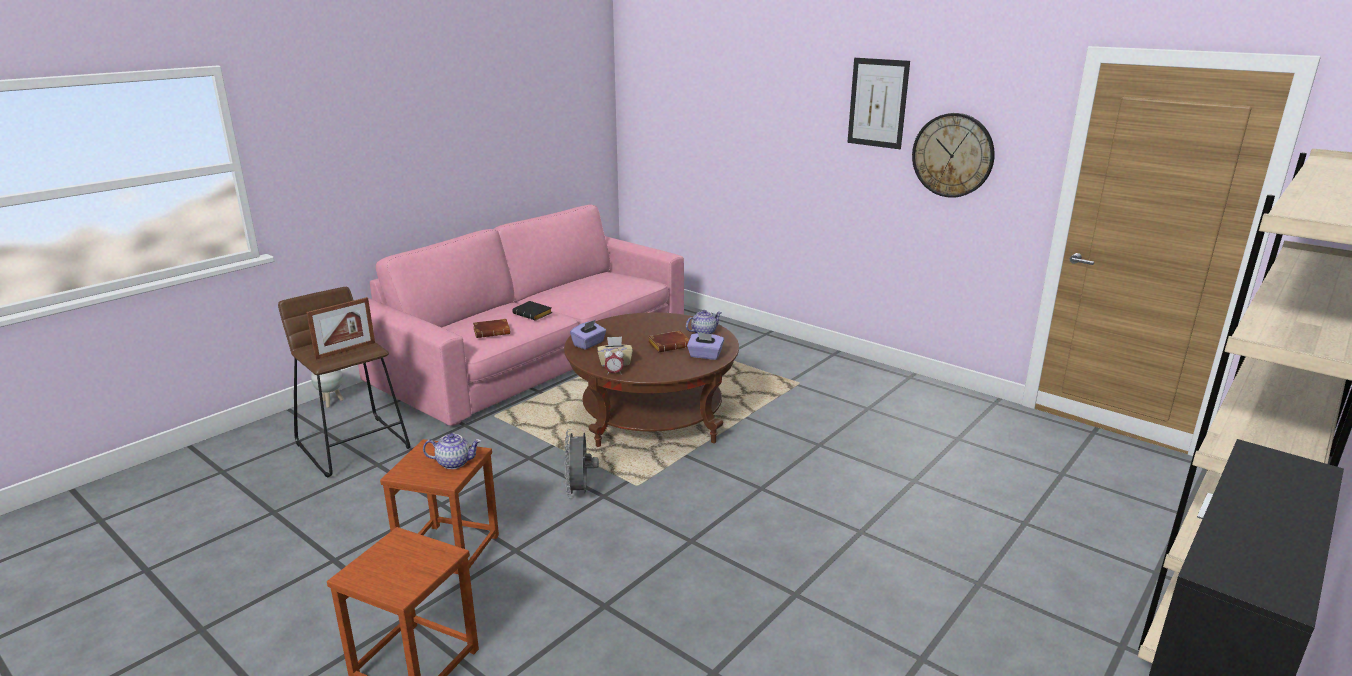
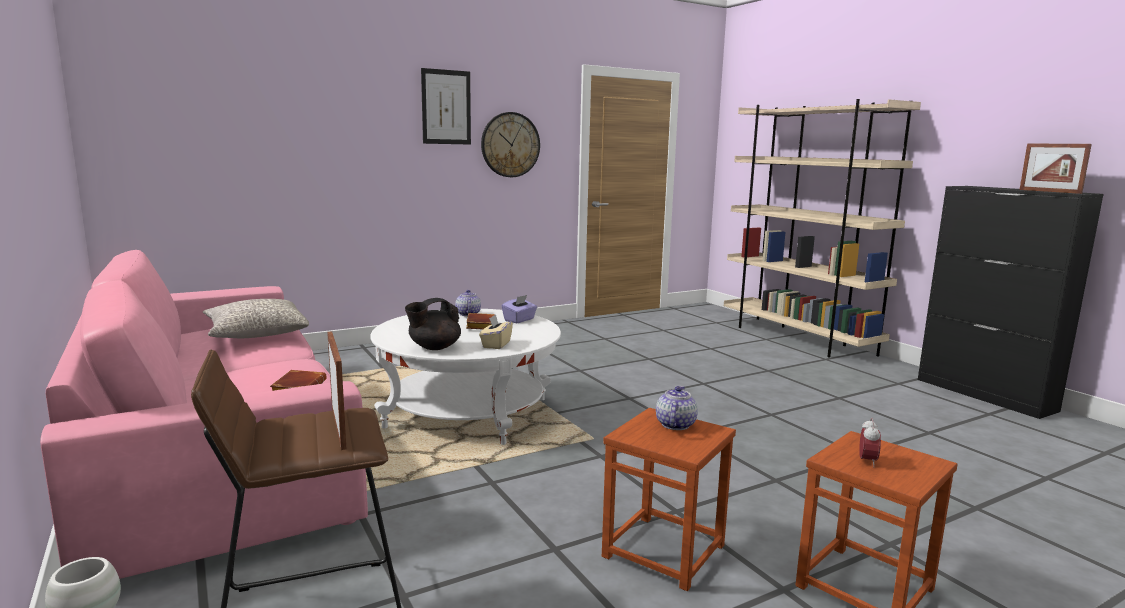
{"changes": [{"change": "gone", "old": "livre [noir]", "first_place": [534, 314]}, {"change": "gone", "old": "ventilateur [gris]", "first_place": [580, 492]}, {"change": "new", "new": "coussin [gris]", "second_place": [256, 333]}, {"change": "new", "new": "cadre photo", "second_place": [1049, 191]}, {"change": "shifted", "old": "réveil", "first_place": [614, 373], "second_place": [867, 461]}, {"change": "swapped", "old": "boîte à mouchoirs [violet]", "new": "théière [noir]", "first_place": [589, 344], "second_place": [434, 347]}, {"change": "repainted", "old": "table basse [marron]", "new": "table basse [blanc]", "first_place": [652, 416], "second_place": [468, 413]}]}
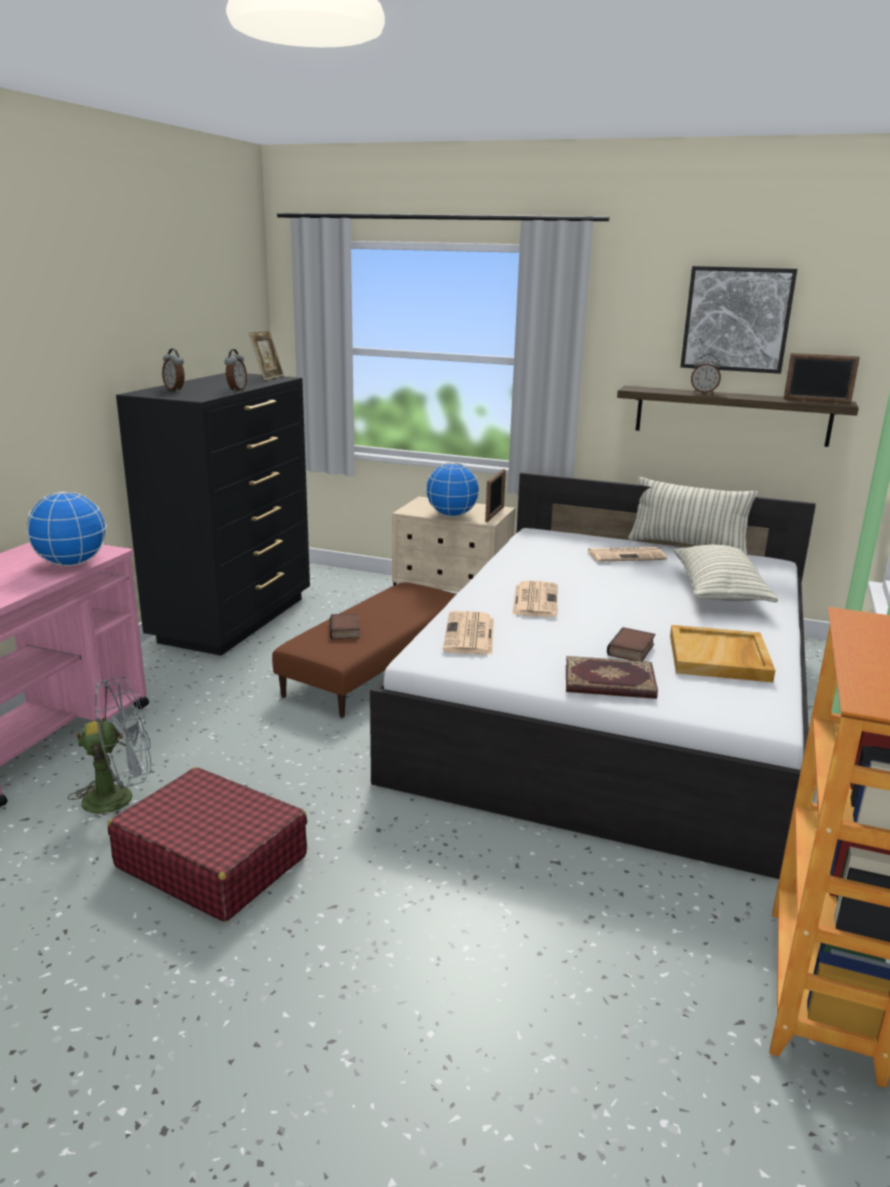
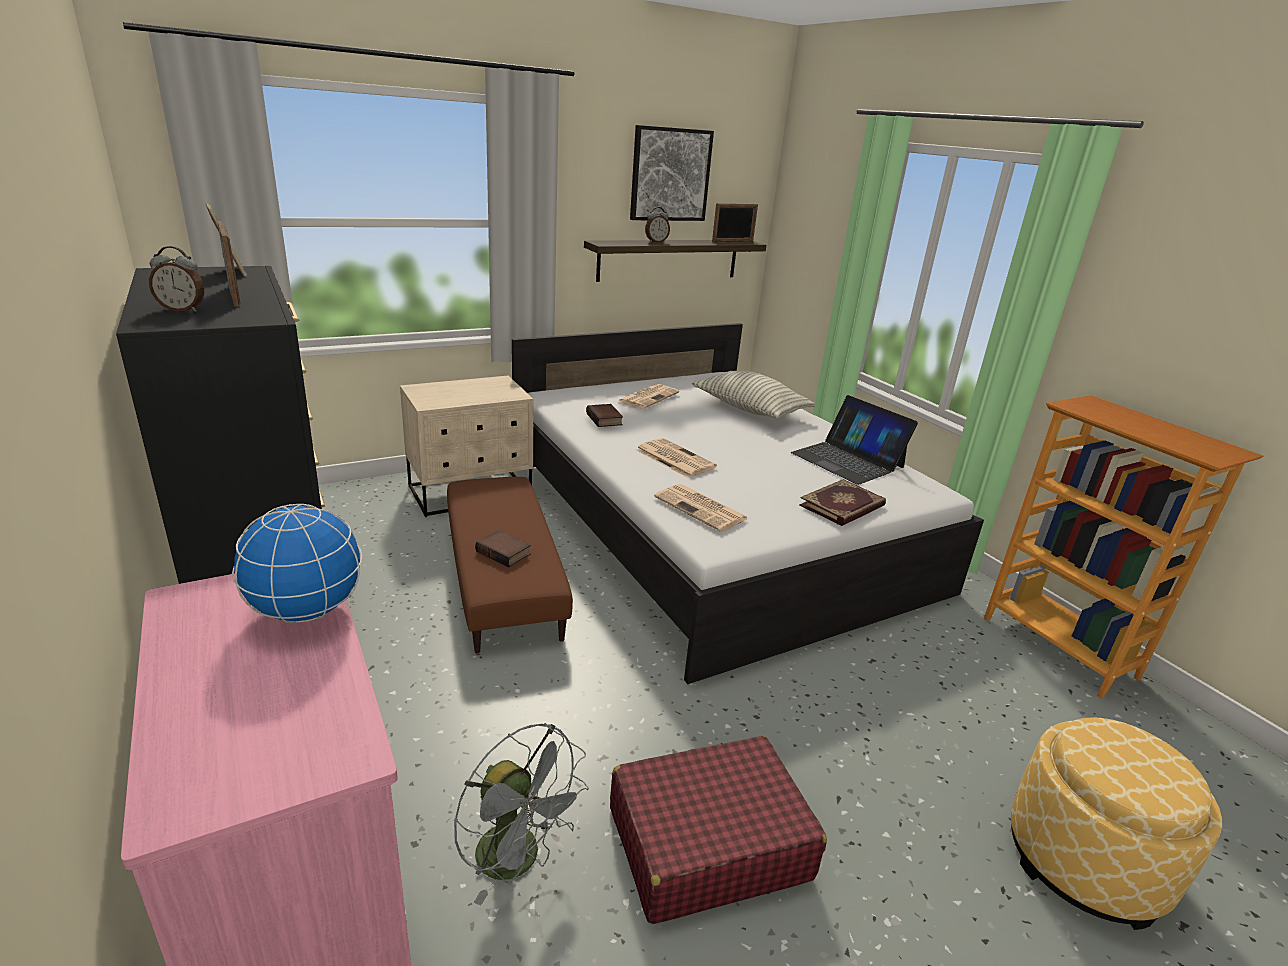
{"changes": [{"change": "gone", "old": "réveil", "first_place": [236, 390]}, {"change": "gone", "old": "globe", "first_place": [451, 515]}, {"change": "gone", "old": "coussin", "first_place": [687, 546]}, {"change": "new", "new": "pouf", "second_place": [1085, 860]}, {"change": "shifted", "old": "cadre photo", "first_place": [494, 514], "second_place": [234, 295]}, {"change": "shifted", "old": "livre", "first_place": [632, 650], "second_place": [605, 419]}, {"change": "swapped", "old": "plateau [beige]", "new": "ordinateur portable", "first_place": [719, 658], "second_place": [848, 460]}, {"change": "rotated", "old": "ventilateur [gris]", "first_place": [120, 797], "second_place": [519, 860], "degrees": 105}]}
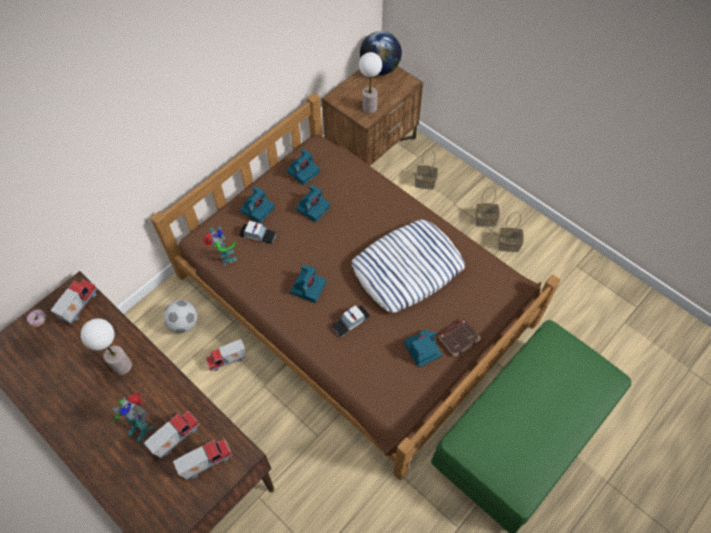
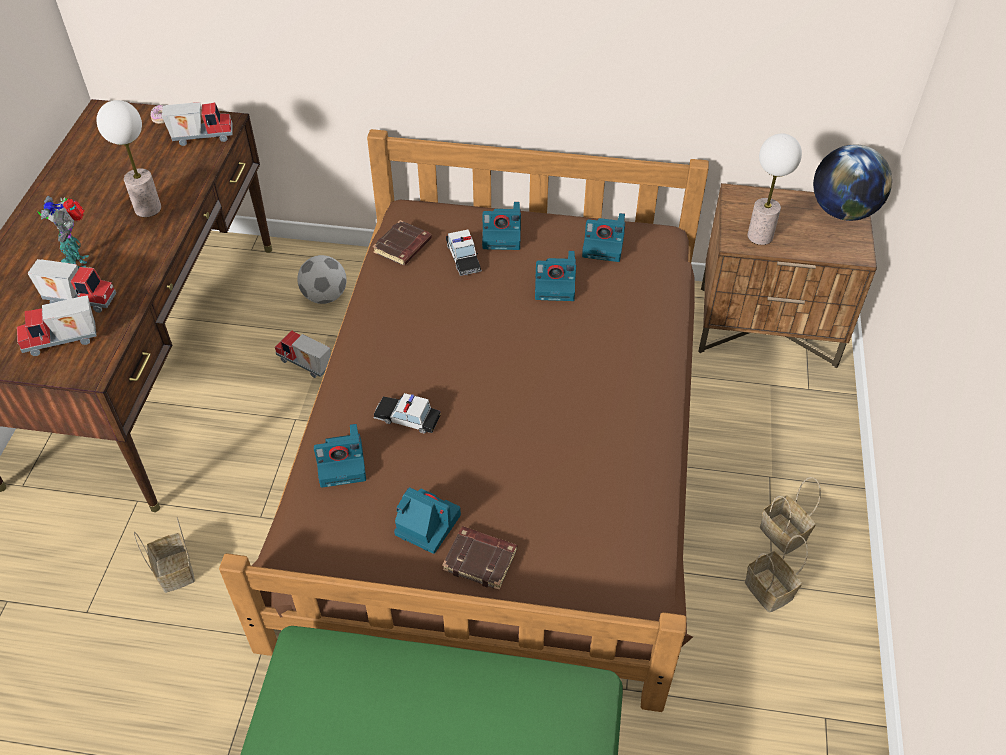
{"changes": [{"change": "gone", "old": "coussin", "first_place": [407, 269]}, {"change": "shifted", "old": "appareil photo", "first_place": [308, 287], "second_place": [343, 463]}, {"change": "shifted", "old": "panier", "first_place": [426, 182], "second_place": [176, 572]}, {"change": "swapped", "old": "robot jouet", "new": "livre [marron]", "first_place": [225, 258], "second_place": [403, 247]}, {"change": "rotated", "old": "camion jouet", "first_place": [206, 461], "second_place": [63, 342], "degrees": 135}]}
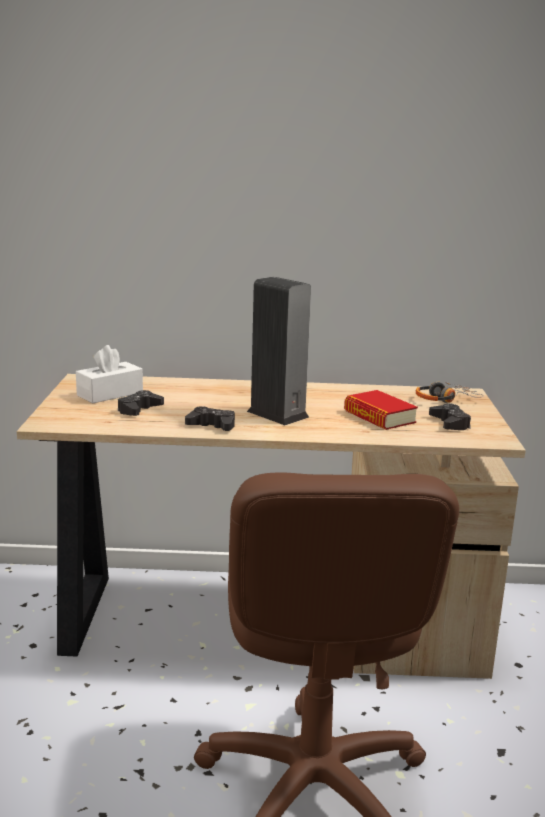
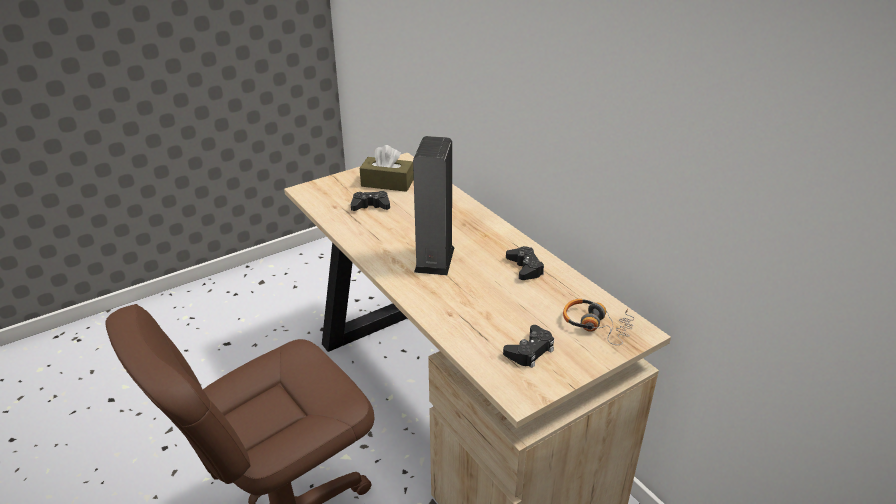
{"changes": [{"change": "gone", "old": "livre", "first_place": [379, 417]}, {"change": "shifted", "old": "manette [noir]", "first_place": [212, 425], "second_place": [525, 268]}, {"change": "repainted", "old": "boîte à mouchoirs [blanc]", "new": "boîte à mouchoirs [marron]", "first_place": [110, 394], "second_place": [387, 183]}]}
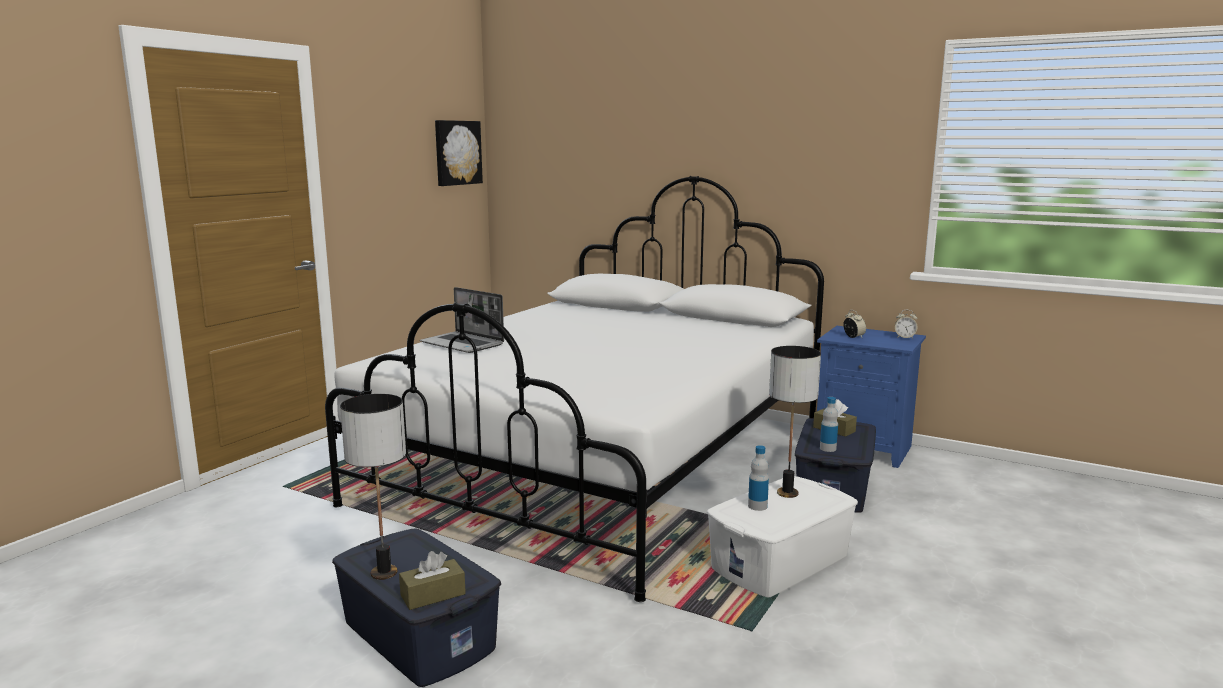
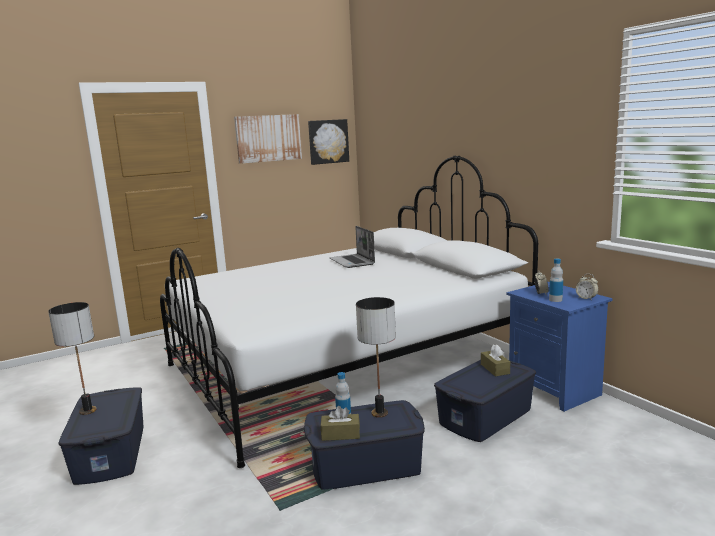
{"changes": [{"change": "new", "new": "tableau", "second_place": [268, 138]}, {"change": "shifted", "old": "boîte à mouchoirs [marron]", "first_place": [433, 595], "second_place": [340, 434]}, {"change": "shifted", "old": "ordinateur portable", "first_place": [463, 344], "second_place": [353, 262]}, {"change": "shifted", "old": "bouteille", "first_place": [828, 448], "second_place": [555, 300]}, {"change": "repainted", "old": "boîte de rangement [blanc]", "new": "boîte de rangement [bleu]", "first_place": [781, 562], "second_place": [366, 466]}]}
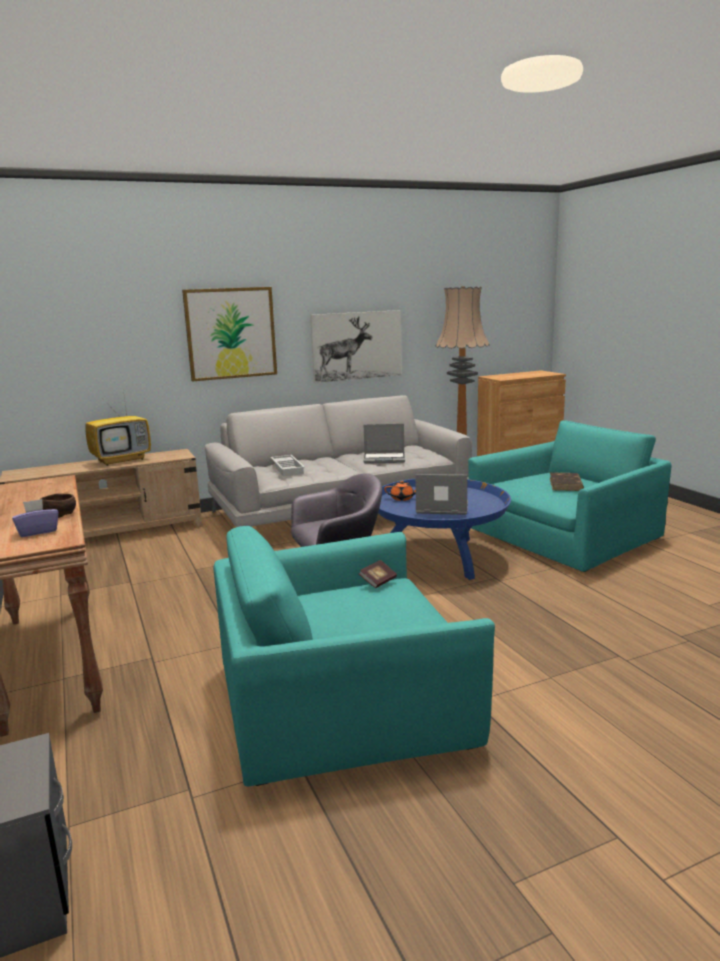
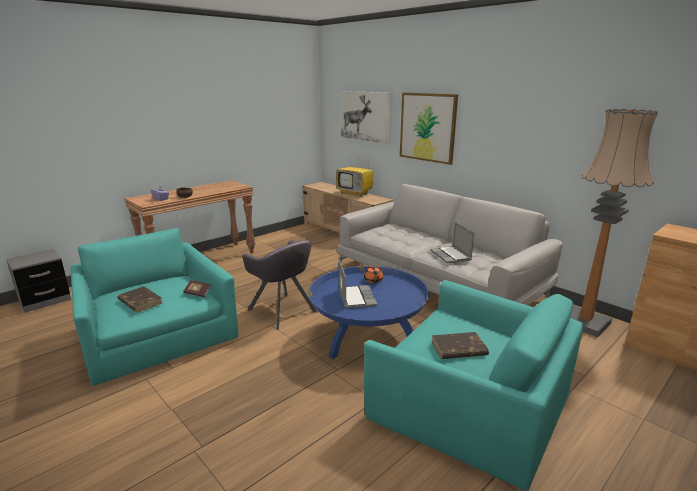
{"changes": [{"change": "gone", "old": "plateau [blanc]", "first_place": [288, 469]}, {"change": "new", "new": "livre [marron]", "second_place": [140, 301]}, {"change": "shifted", "old": "tableau", "first_place": [357, 346], "second_place": [365, 116]}]}
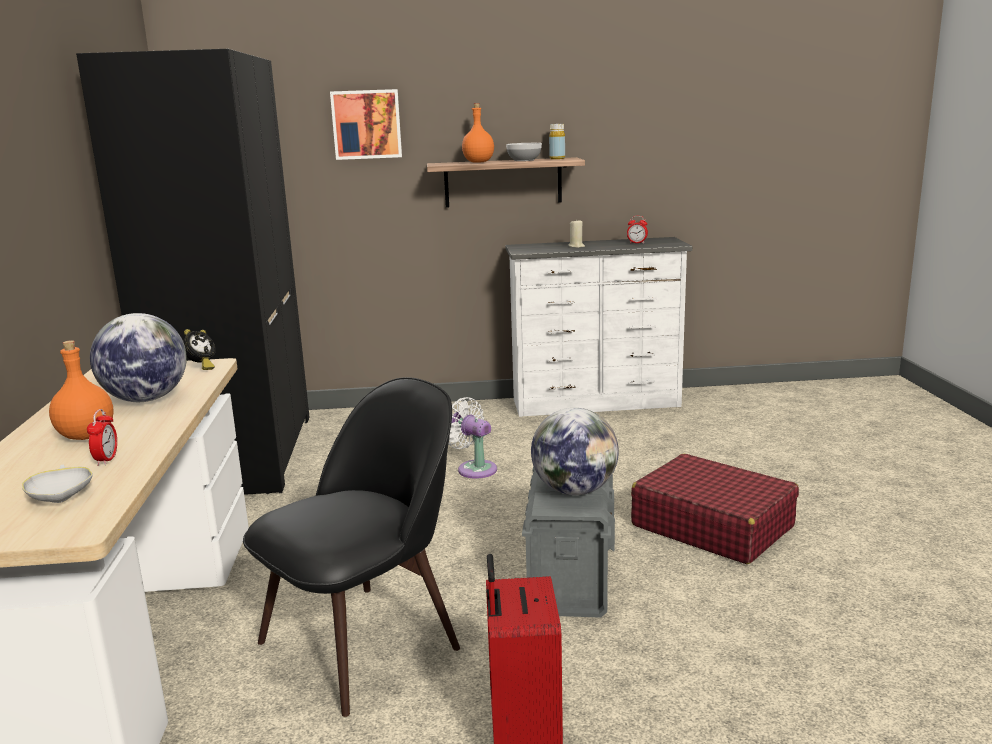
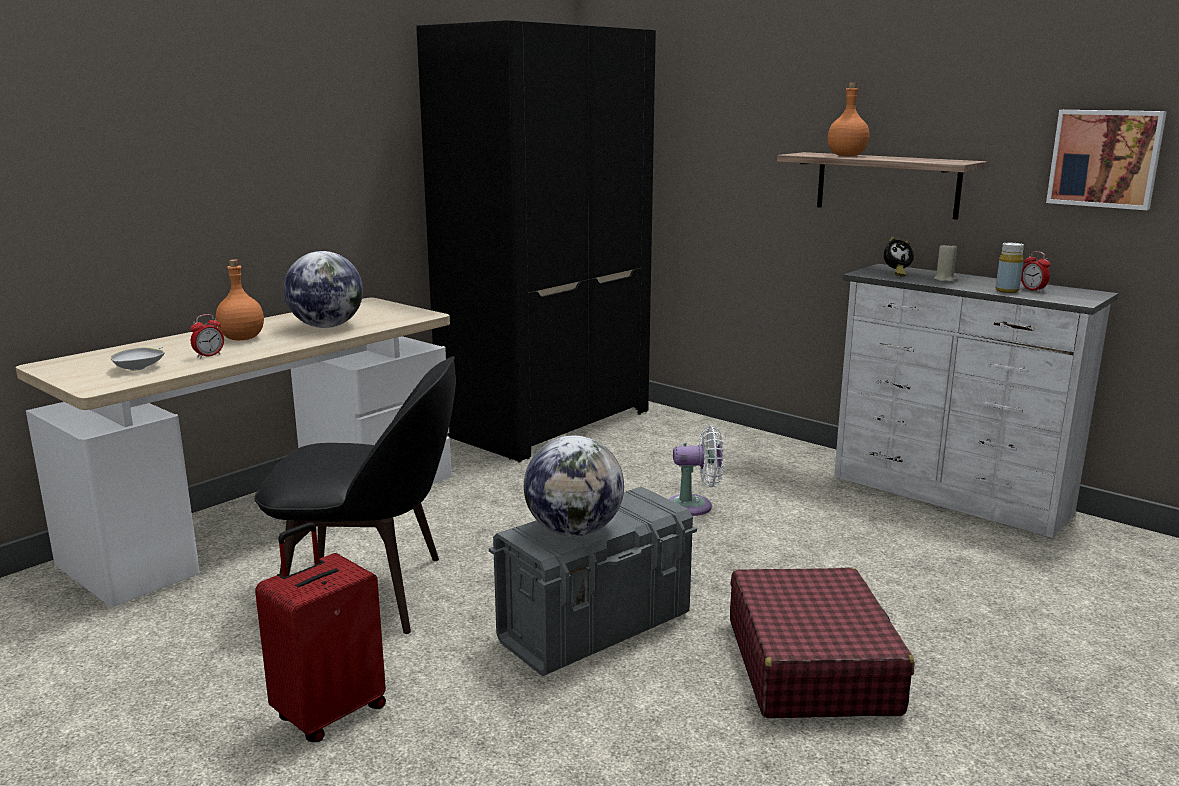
{"changes": [{"change": "gone", "old": "bol", "first_place": [523, 160]}, {"change": "shifted", "old": "réveil", "first_place": [201, 367], "second_place": [896, 274]}, {"change": "shifted", "old": "tableau", "first_place": [366, 124], "second_place": [1105, 158]}, {"change": "shifted", "old": "bouteille [jaune]", "first_place": [557, 158], "second_place": [1007, 291]}, {"change": "rotated", "old": "ventilateur [blanc]", "first_place": [474, 468], "second_place": [694, 506], "degrees": 90}]}
